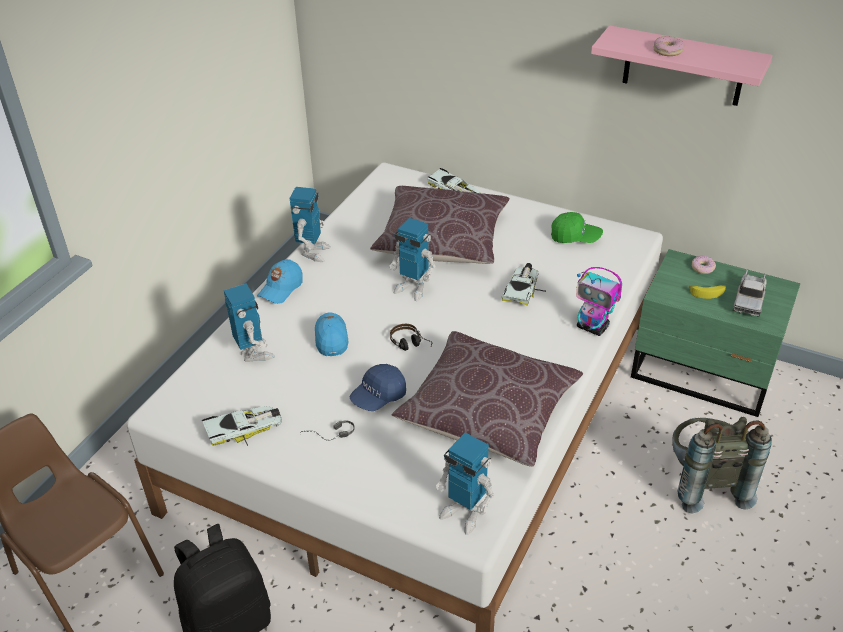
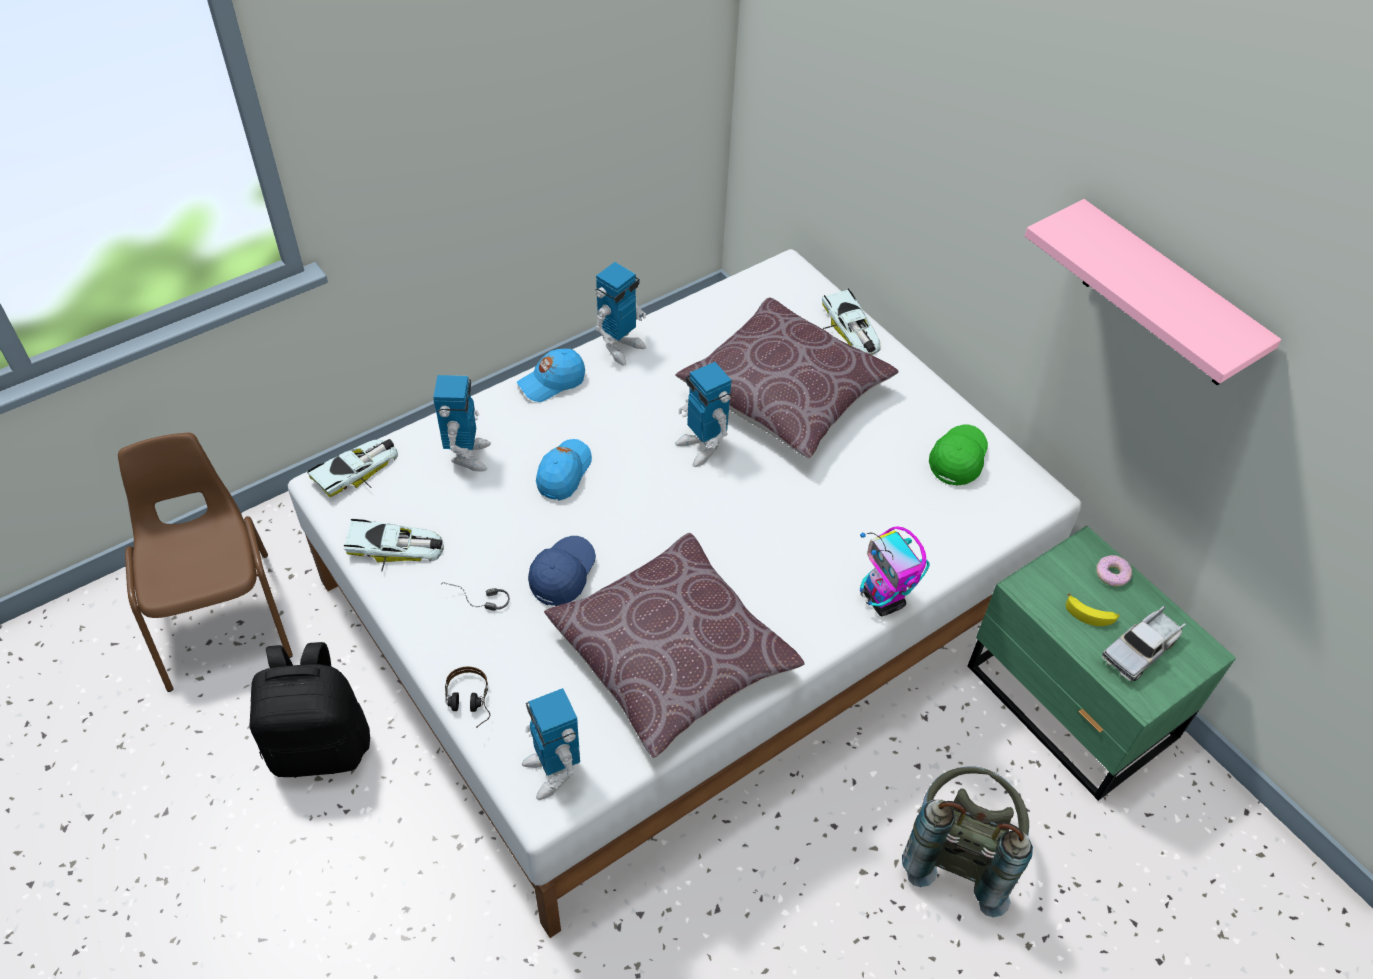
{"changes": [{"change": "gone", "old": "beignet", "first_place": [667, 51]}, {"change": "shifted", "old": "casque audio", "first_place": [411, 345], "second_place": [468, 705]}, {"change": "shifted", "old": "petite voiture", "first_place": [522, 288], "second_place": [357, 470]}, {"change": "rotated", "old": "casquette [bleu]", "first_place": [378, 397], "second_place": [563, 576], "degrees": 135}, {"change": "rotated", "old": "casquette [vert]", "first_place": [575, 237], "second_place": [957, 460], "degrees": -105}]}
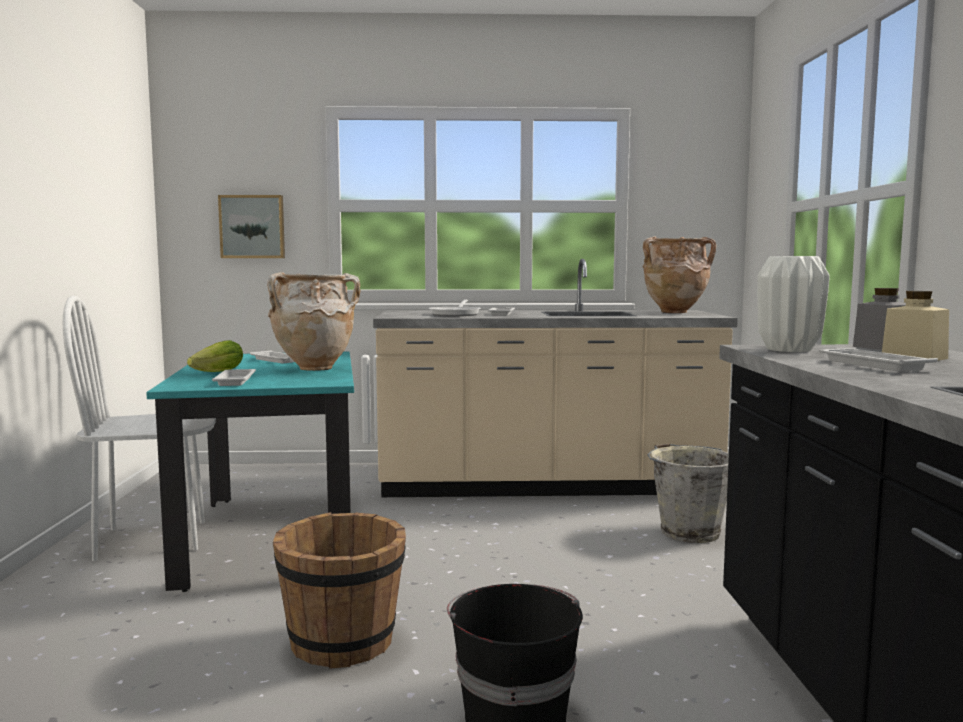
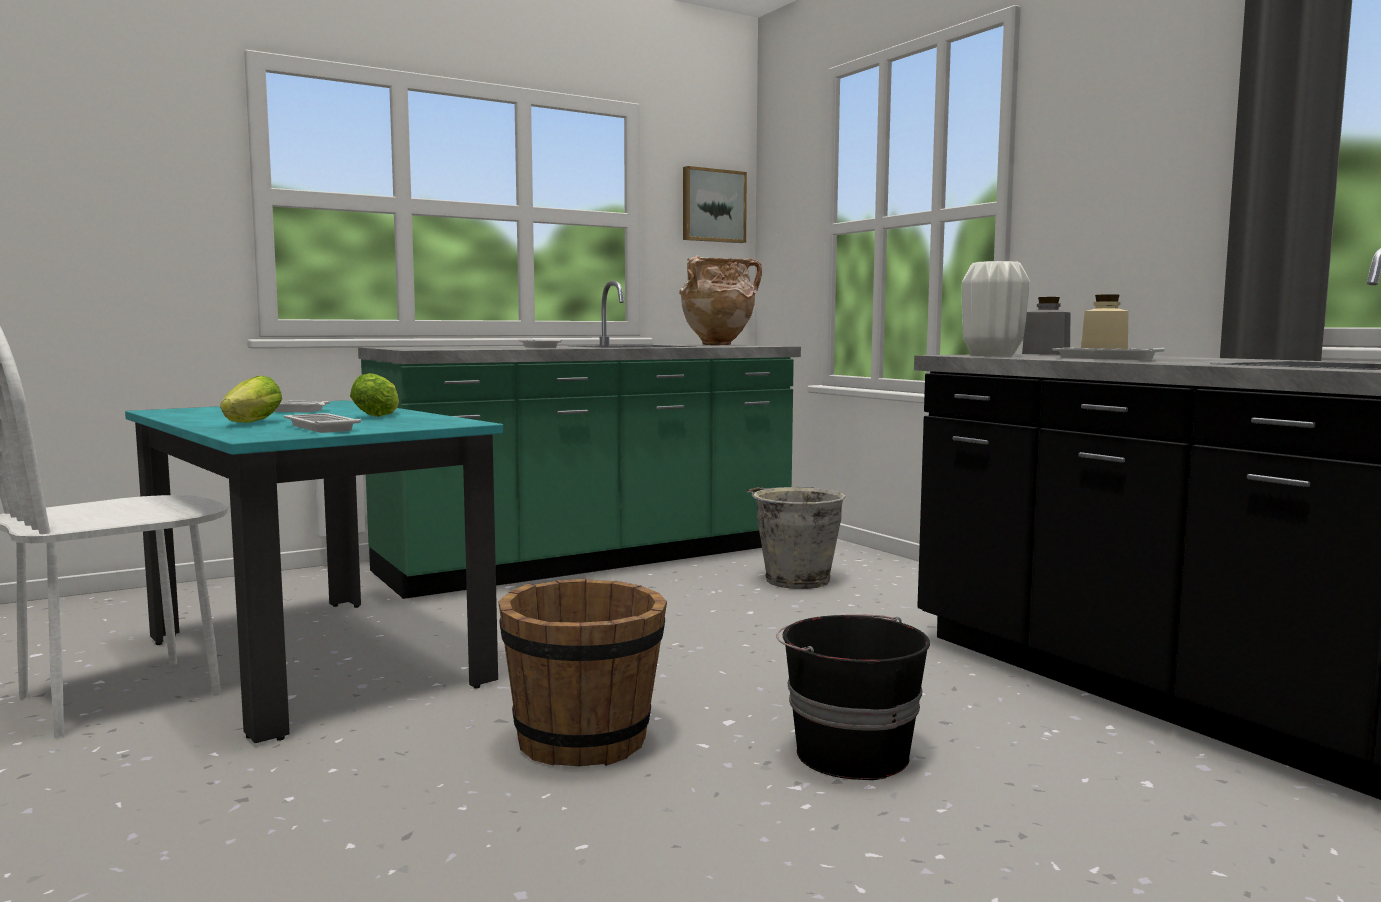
{"changes": [{"change": "gone", "old": "poêle", "first_place": [456, 314]}, {"change": "shifted", "old": "tableau", "first_place": [252, 227], "second_place": [712, 206]}, {"change": "swapped", "old": "vase [beige]", "new": "laitue", "first_place": [313, 369], "second_place": [380, 415]}, {"change": "repainted", "old": "comptoir de cuisine [beige]", "new": "comptoir de cuisine [vert]", "first_place": [546, 485], "second_place": [591, 560]}]}
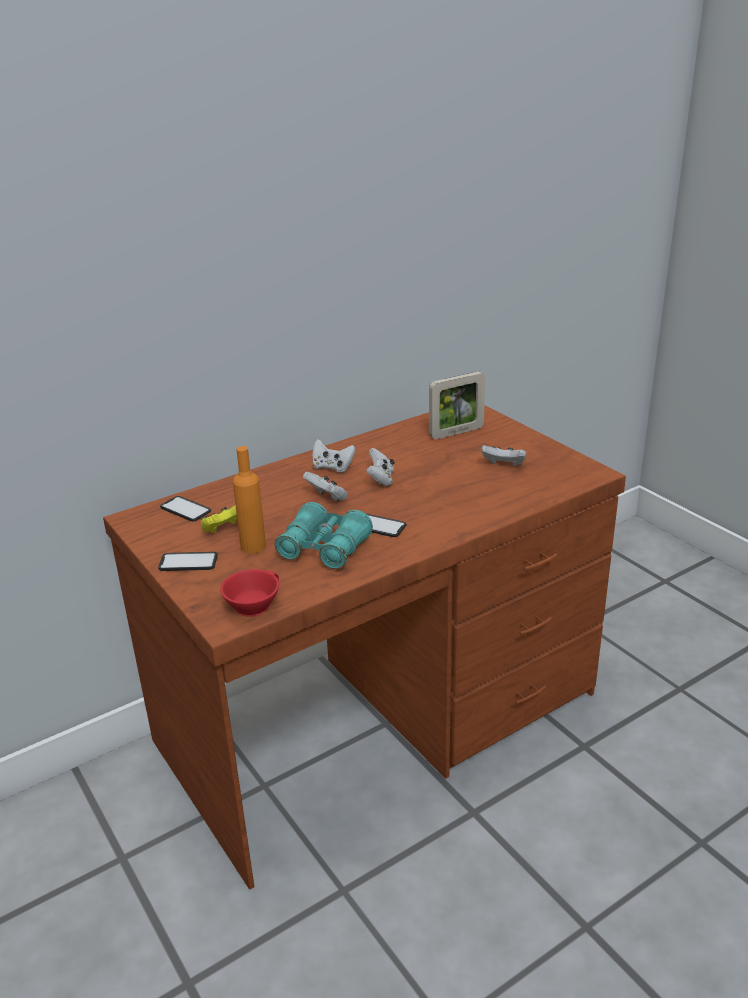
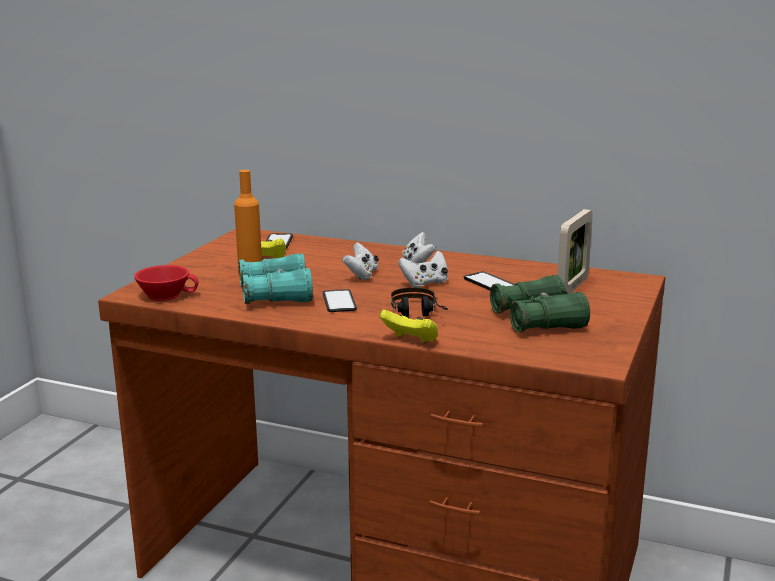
{"changes": [{"change": "new", "new": "manette [jaune]", "second_place": [411, 341]}, {"change": "new", "new": "casque audio", "second_place": [418, 315]}, {"change": "shifted", "old": "téléphone", "first_place": [188, 562], "second_place": [489, 283]}, {"change": "swapped", "old": "manette [blanc]", "new": "jumelles [vert]", "first_place": [503, 465], "second_place": [538, 320]}, {"change": "rotated", "old": "cadre photo", "first_place": [456, 432], "second_place": [572, 287], "degrees": -90}]}
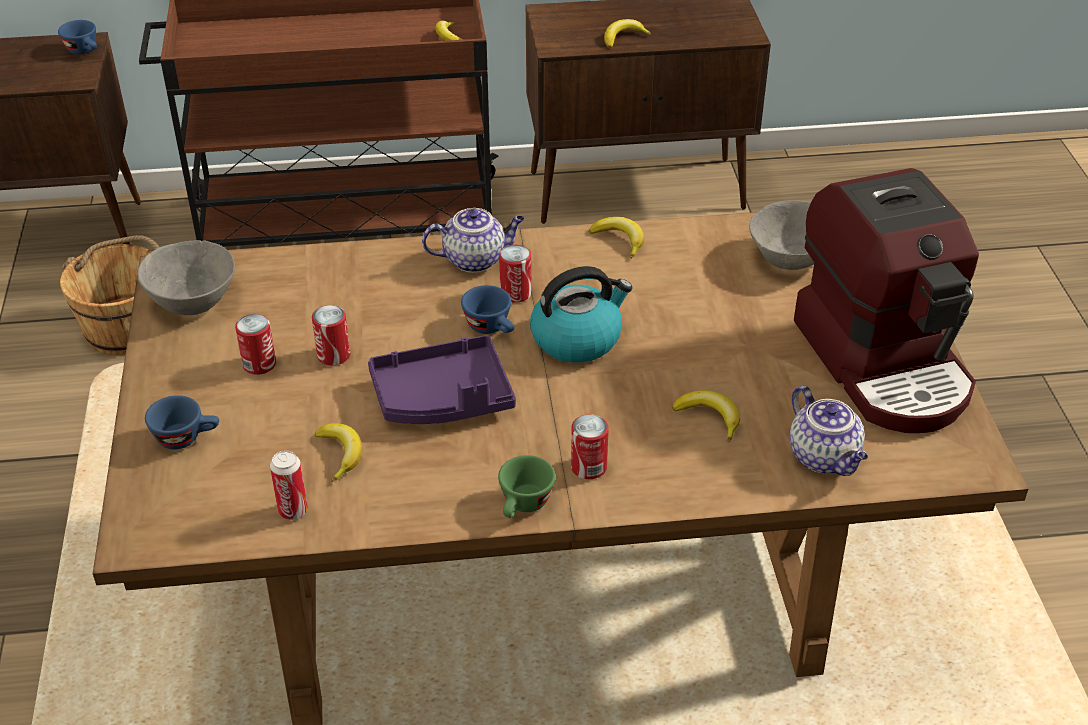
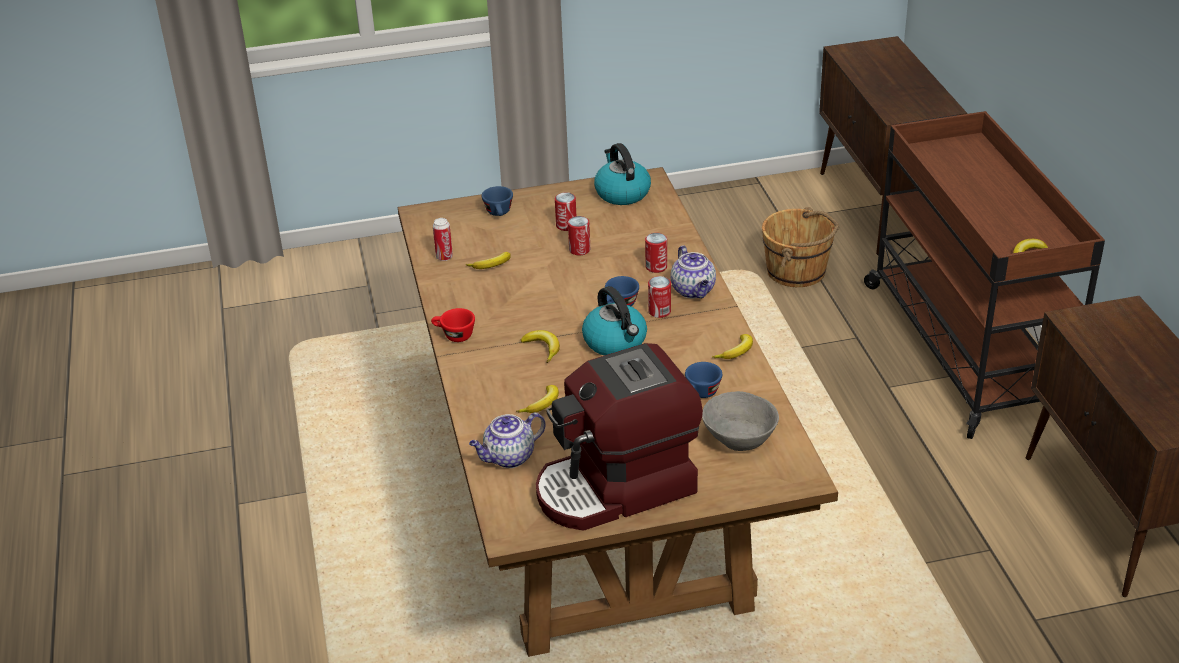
{"changes": [{"change": "gone", "old": "plateau [violet]", "first_place": [443, 398]}, {"change": "shifted", "old": "tasse [bleu]", "first_place": [85, 51], "second_place": [700, 394]}, {"change": "shifted", "old": "boîte métallique", "first_place": [588, 467], "second_place": [656, 267]}, {"change": "shifted", "old": "banane", "first_place": [623, 37], "second_place": [543, 348]}, {"change": "swapped", "old": "bol [gris]", "new": "bouilloire", "first_place": [193, 300], "second_place": [621, 193]}, {"change": "repainted", "old": "tasse [vert]", "new": "tasse [rouge]", "first_place": [524, 506], "second_place": [454, 335]}]}
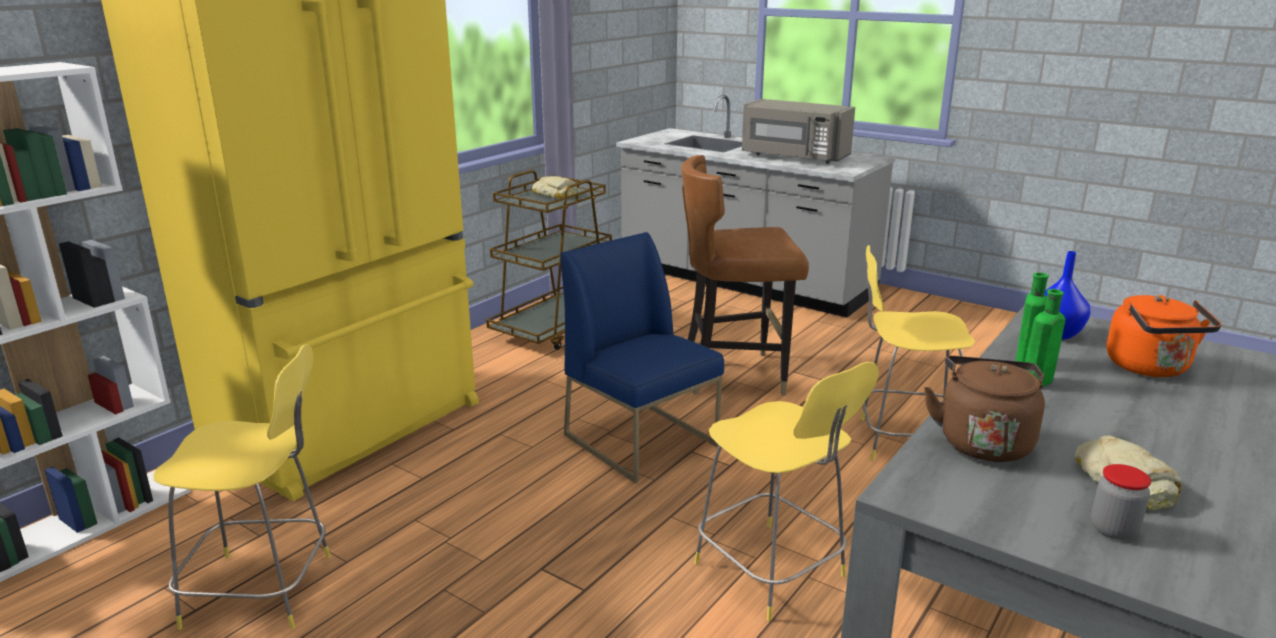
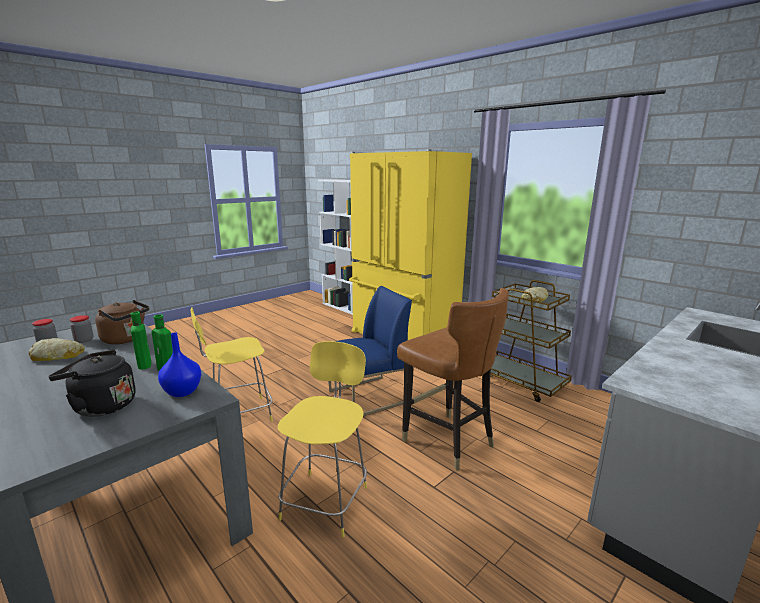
{"changes": [{"change": "gone", "old": "tabouret [jaune]", "first_place": [264, 591]}, {"change": "gone", "old": "micro-ondes [gris]", "first_place": [794, 157]}, {"change": "new", "new": "bocal", "second_place": [84, 340]}, {"change": "repainted", "old": "bouilloire [orange]", "new": "bouilloire [noir]", "first_place": [1150, 368], "second_place": [101, 406]}, {"change": "rotated", "old": "chaise [marron]", "first_place": [734, 375], "second_place": [447, 441], "degrees": 135}]}
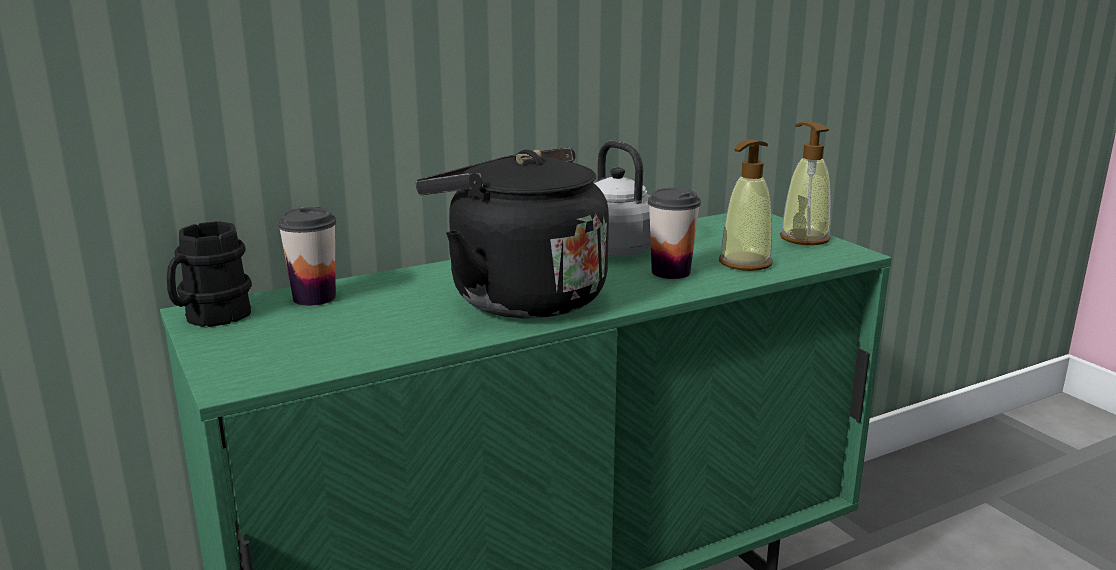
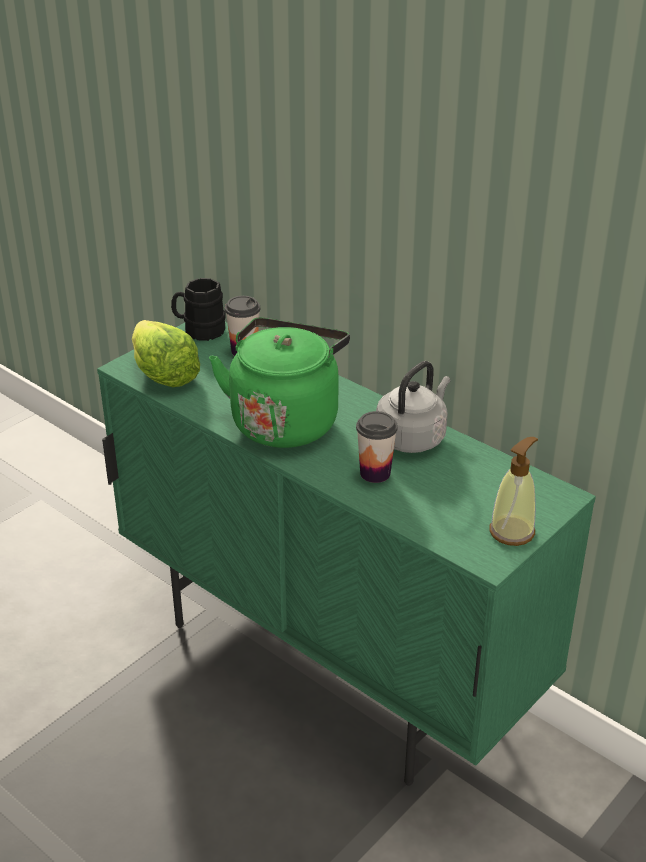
{"changes": [{"change": "gone", "old": "distributeur de savon", "first_place": [745, 263]}, {"change": "new", "new": "laitue", "second_place": [163, 373]}, {"change": "repainted", "old": "bouilloire [noir]", "new": "bouilloire [vert]", "first_place": [518, 297], "second_place": [286, 420]}]}
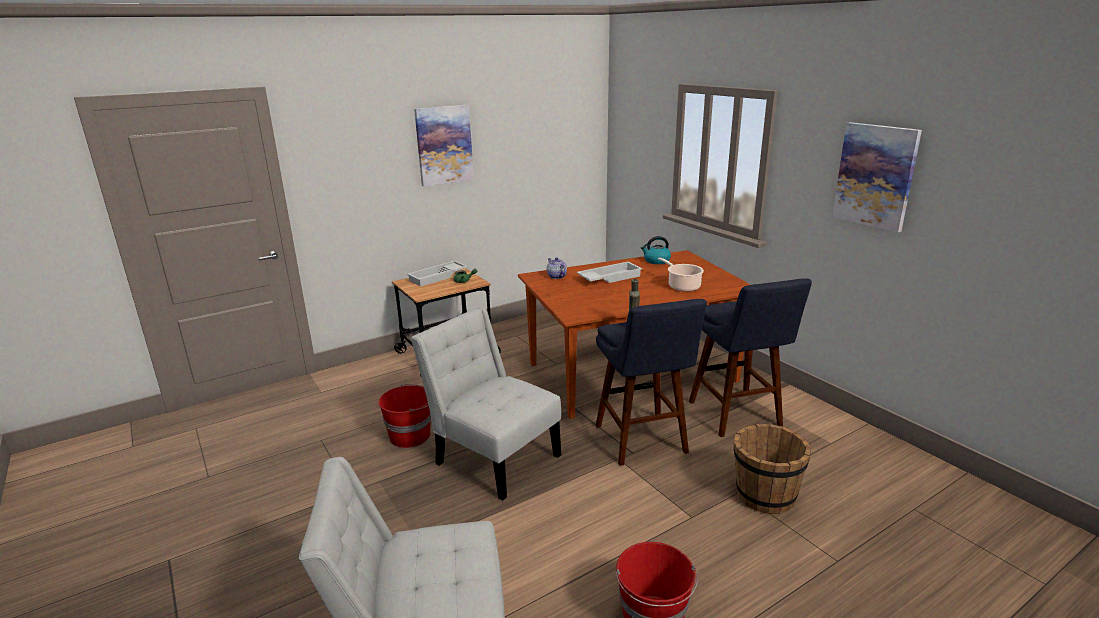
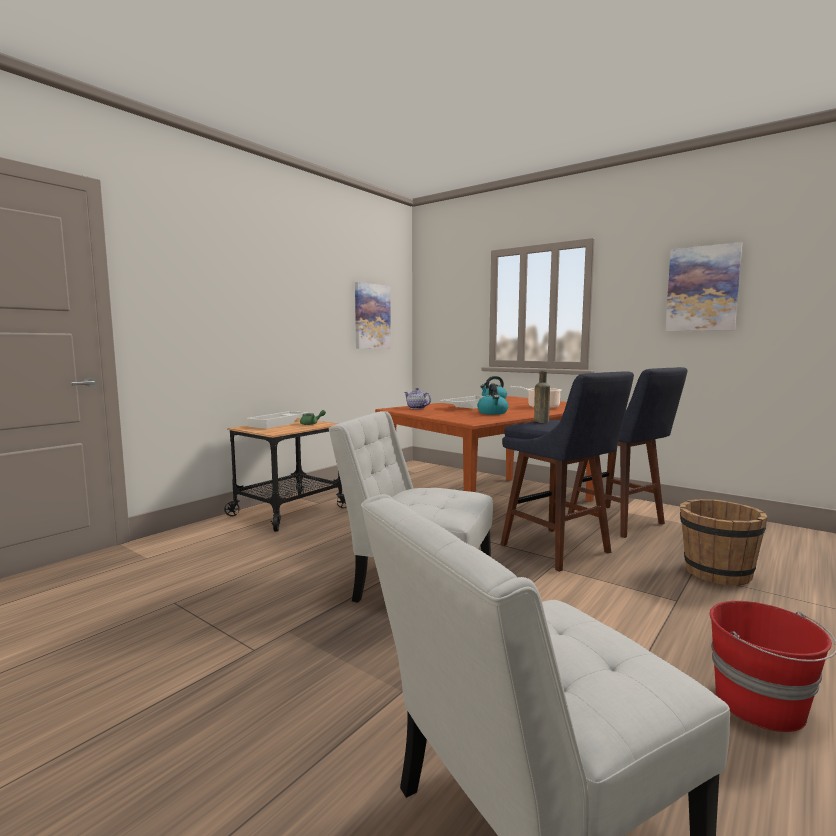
{"changes": [{"change": "gone", "old": "seau [rouge]", "first_place": [411, 435]}, {"change": "new", "new": "bouilloire", "second_place": [492, 413]}, {"change": "shifted", "old": "tableau", "first_place": [444, 145], "second_place": [372, 316]}]}
